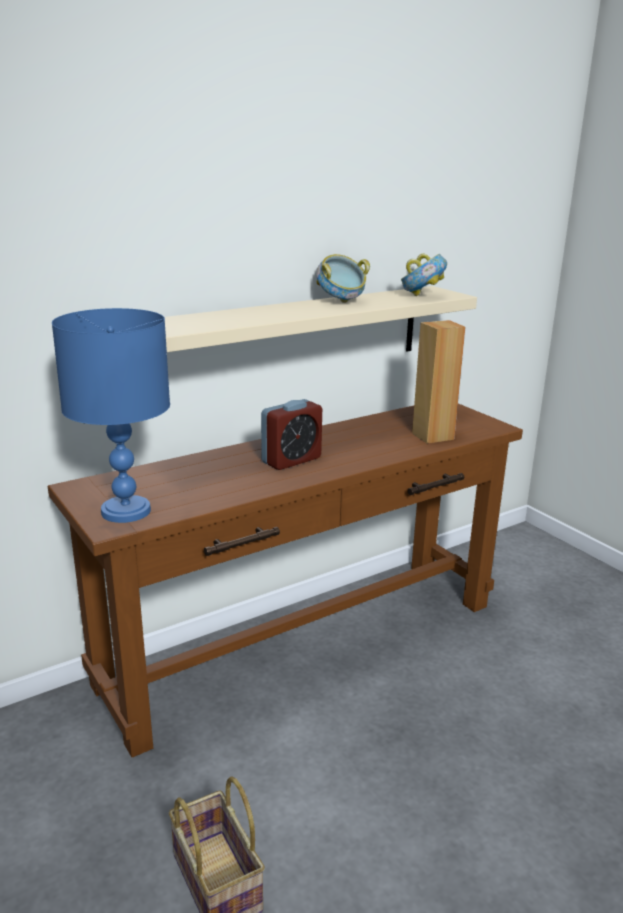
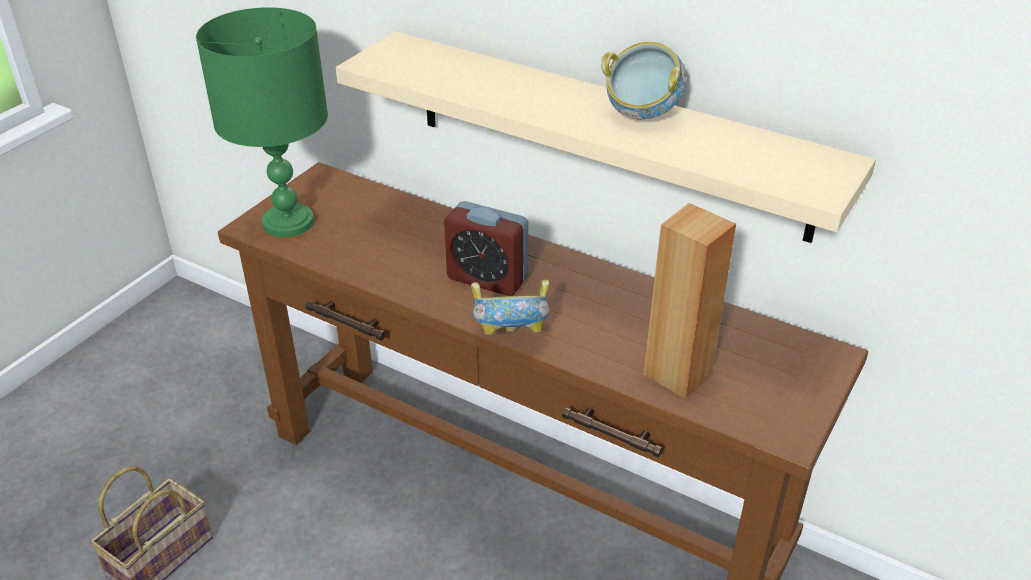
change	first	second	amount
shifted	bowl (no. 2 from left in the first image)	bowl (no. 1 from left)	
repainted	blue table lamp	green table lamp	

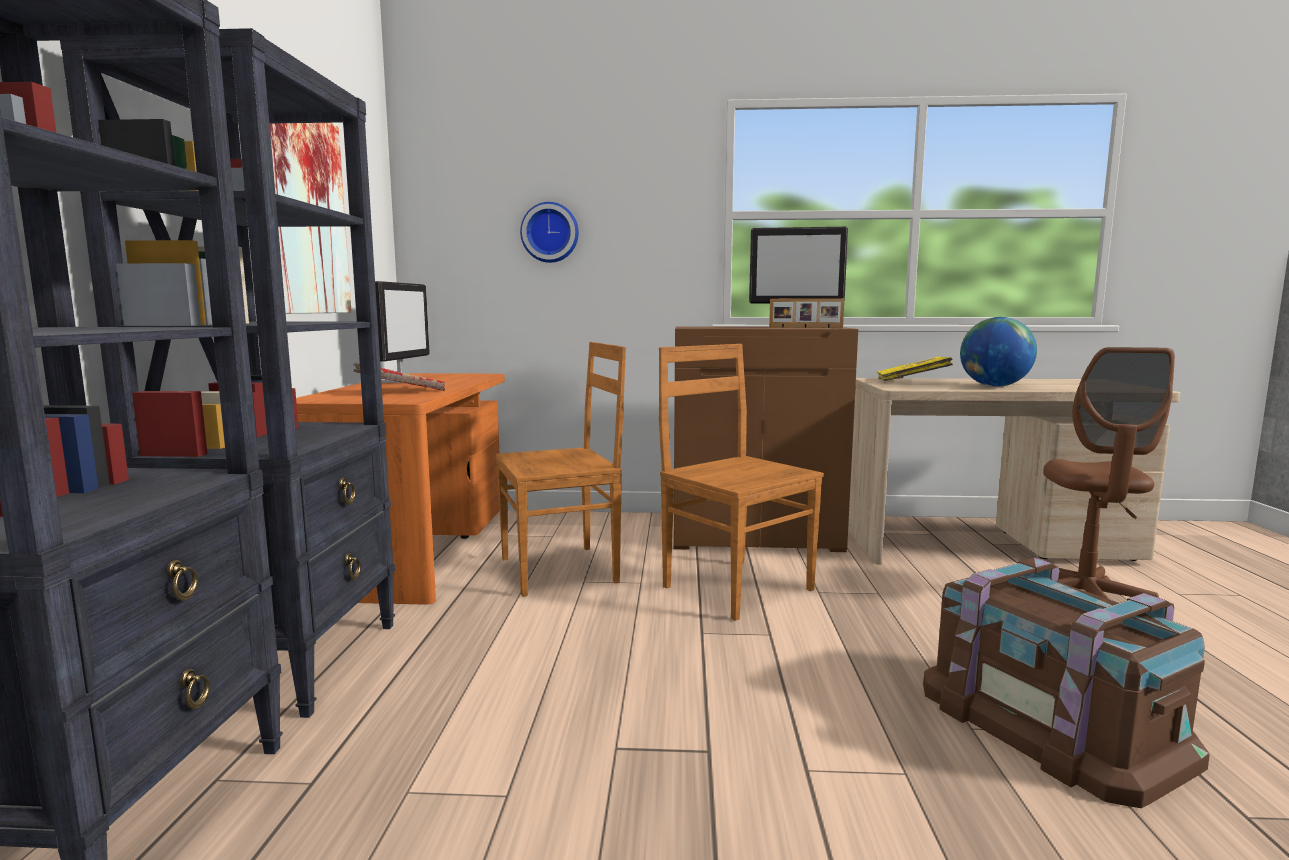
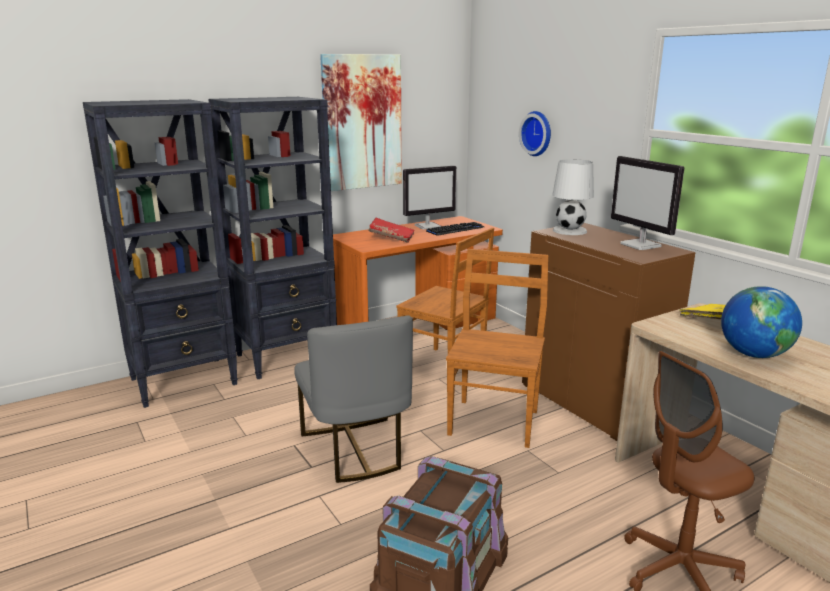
change	first	second	amount
gone	picture frame		
new		grey chair	
new		keyboard	
new		white table lamp	

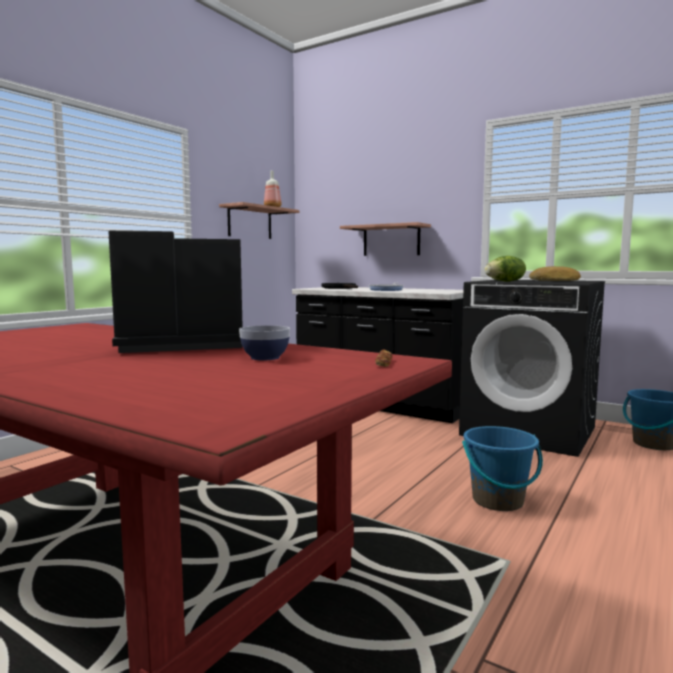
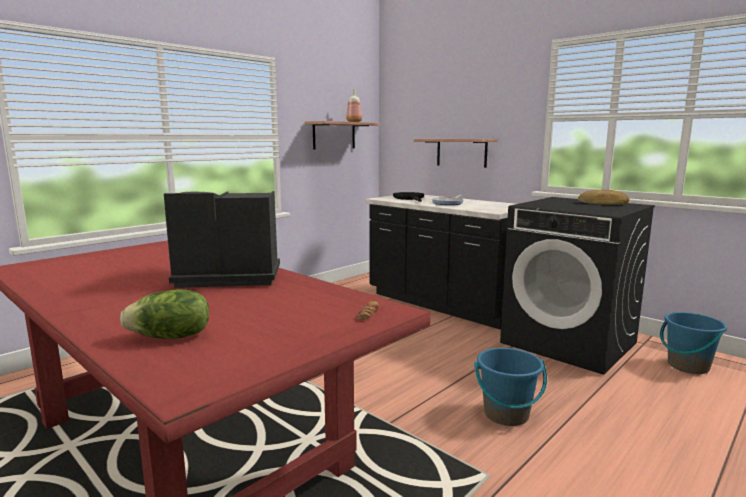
change	first	second	amount
gone	bowl		
shifted	lettuce		

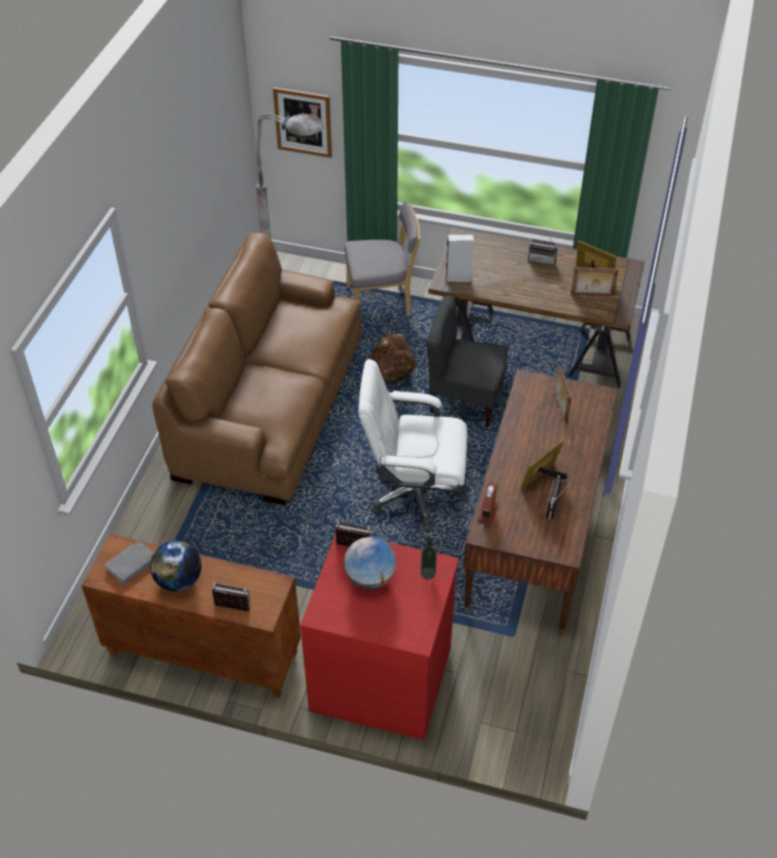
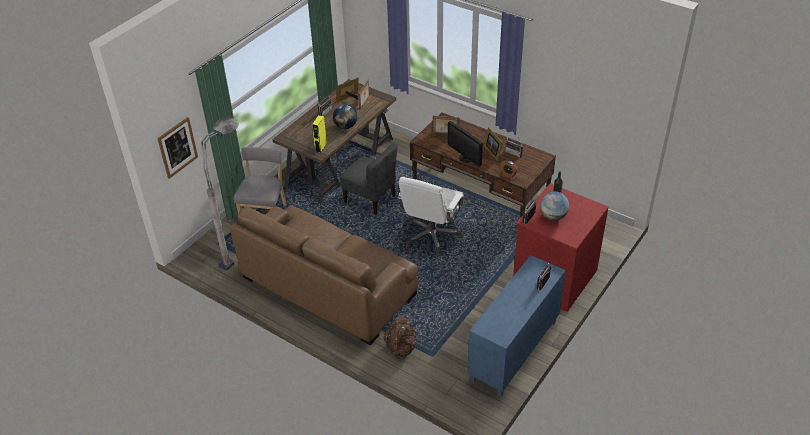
change	first	second	amount
gone	grey book		
new		monitor	
shifted	globe (no. 1 from left)		
shifted	brown backpack		
repainted	brown cabinet	blue cabinet	
repainted	grey speaker	yellow speaker	
rotated	grey chair (no. 2 from left)		90 degrees counterclockwise

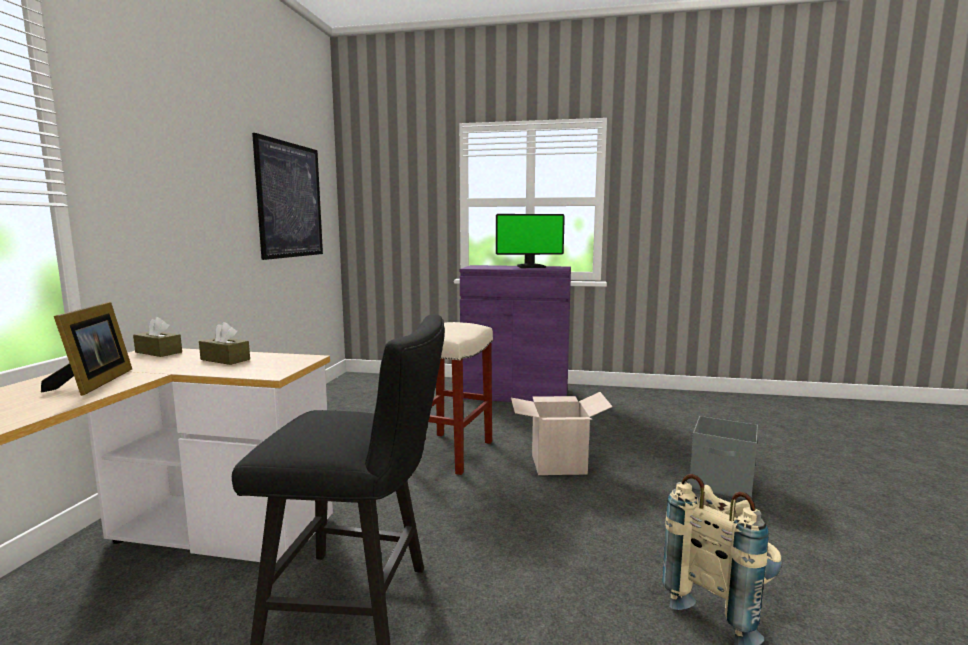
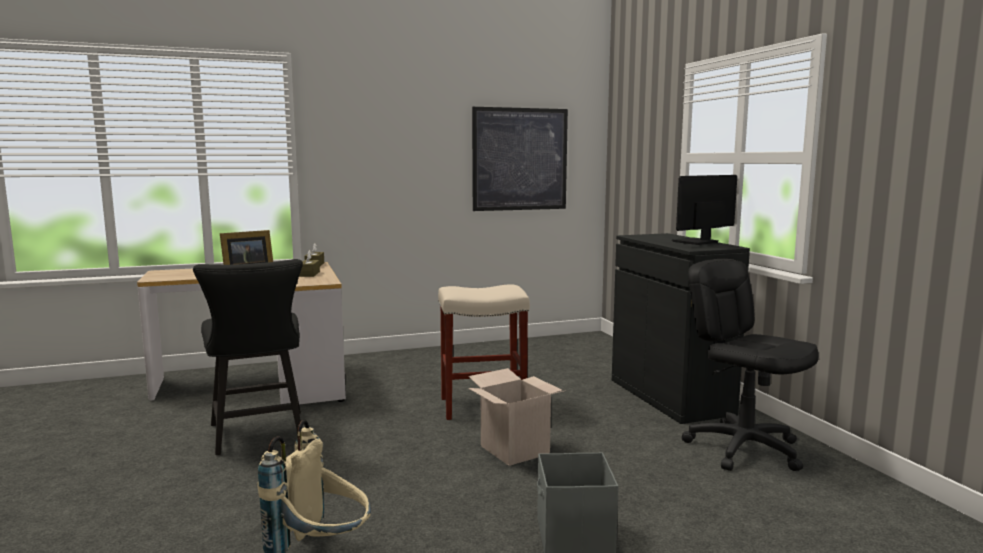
change	first	second	amount
new		black office chair	
repainted	purple cabinet	black cabinet	
rotated	monitor		90 degrees clockwise

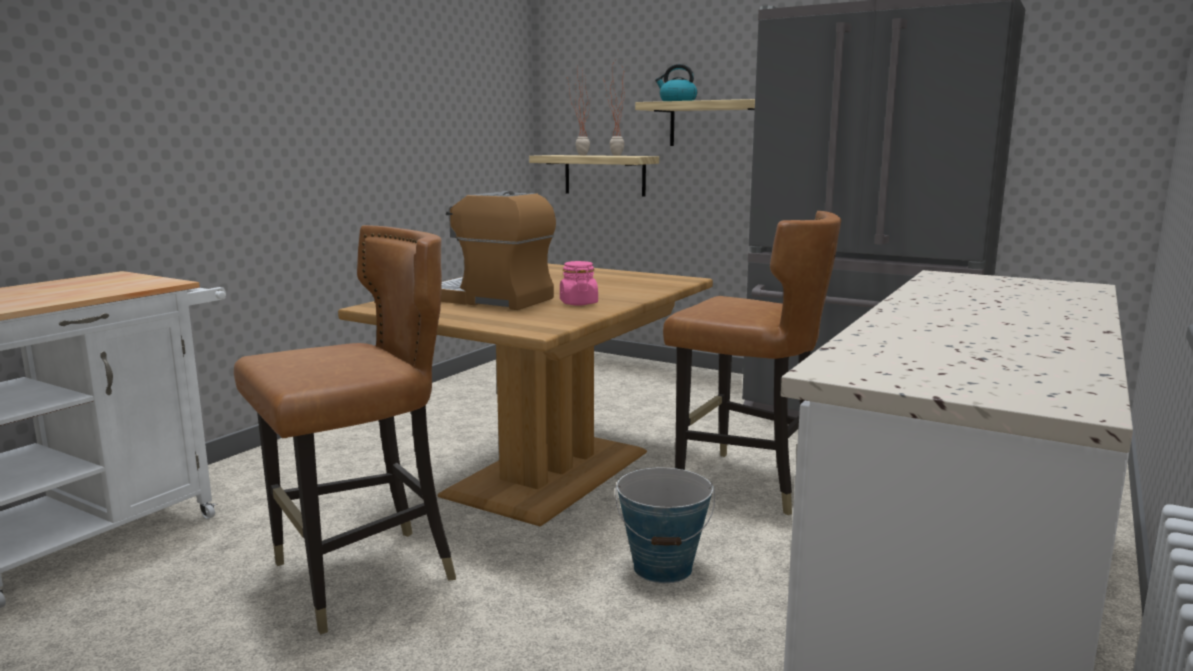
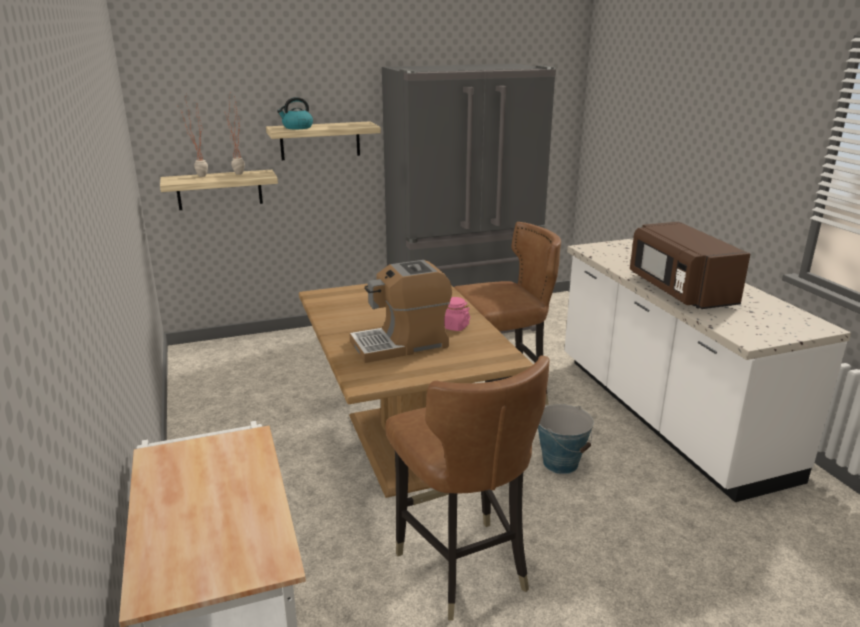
change	first	second	amount
new		brown microwave	
rotated	brown chair (no. 1 from left)		150 degrees clockwise

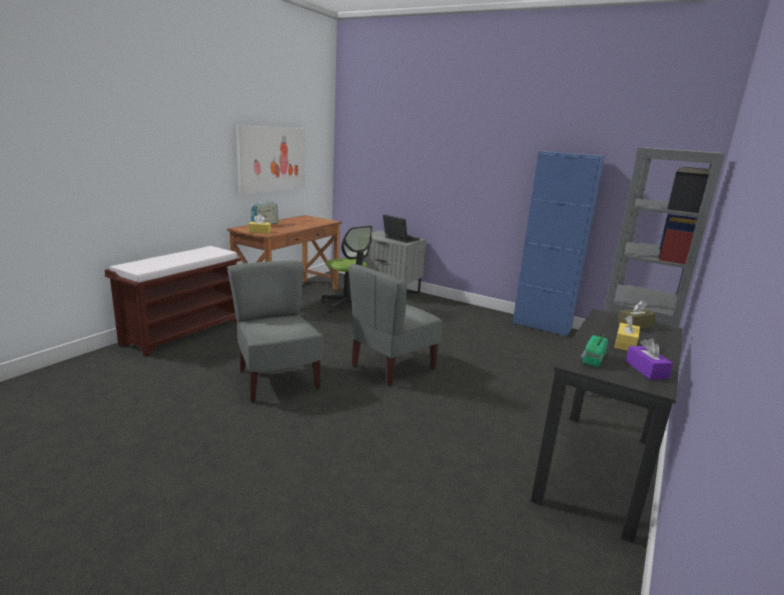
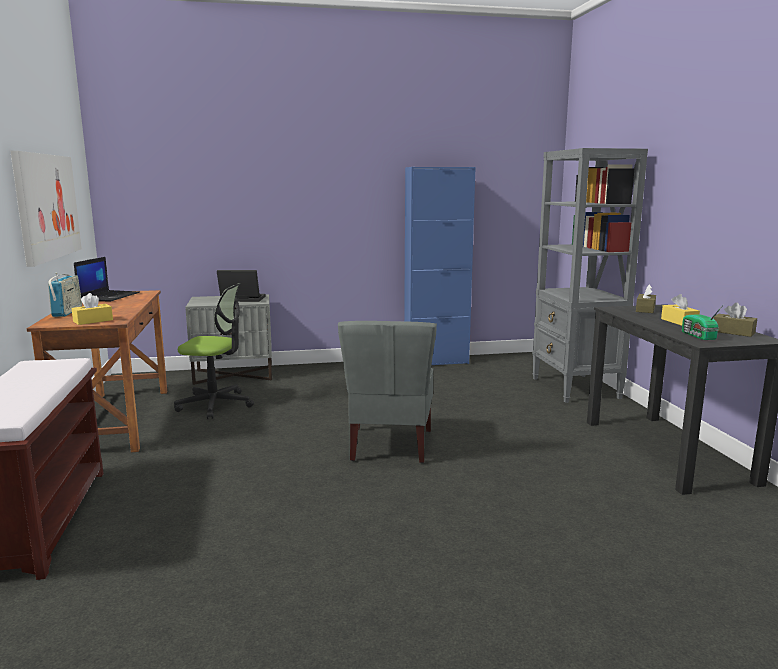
change	first	second	amount
gone	grey chair (no. 1 from left)		
new		laptop (no. 1 from left)	
repainted	purple tissue box	brown tissue box (no. 2 from left)	

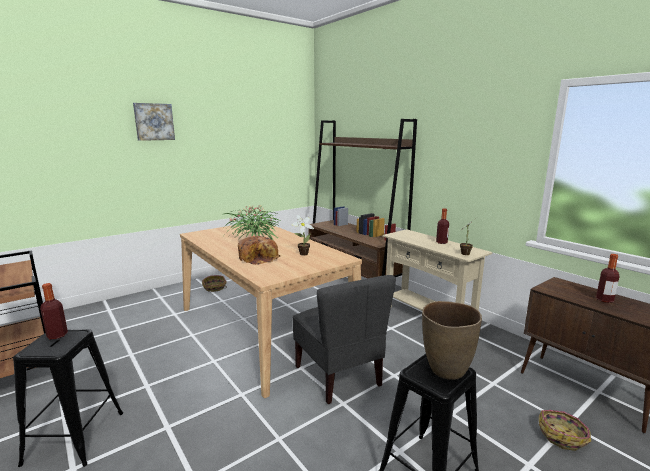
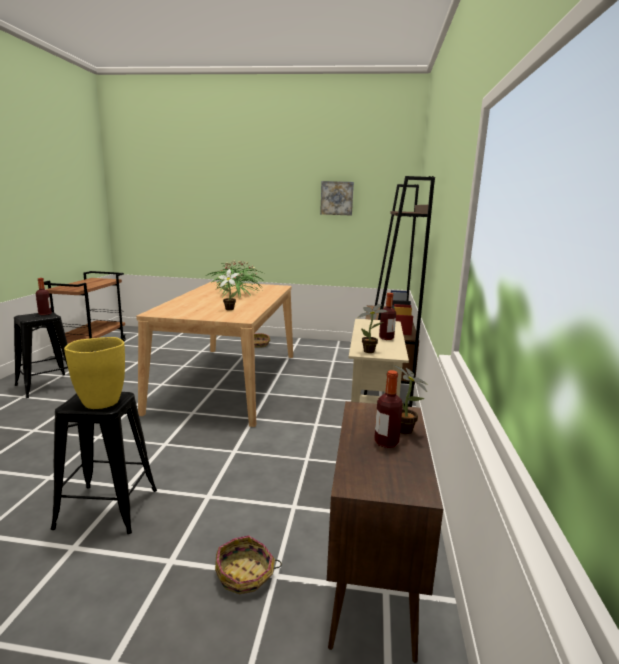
change	first	second	amount
gone	bread		
gone	grey chair		
new		potted plant (no. 4 from left)	
shifted	picture		
repainted	brown vase	yellow vase	

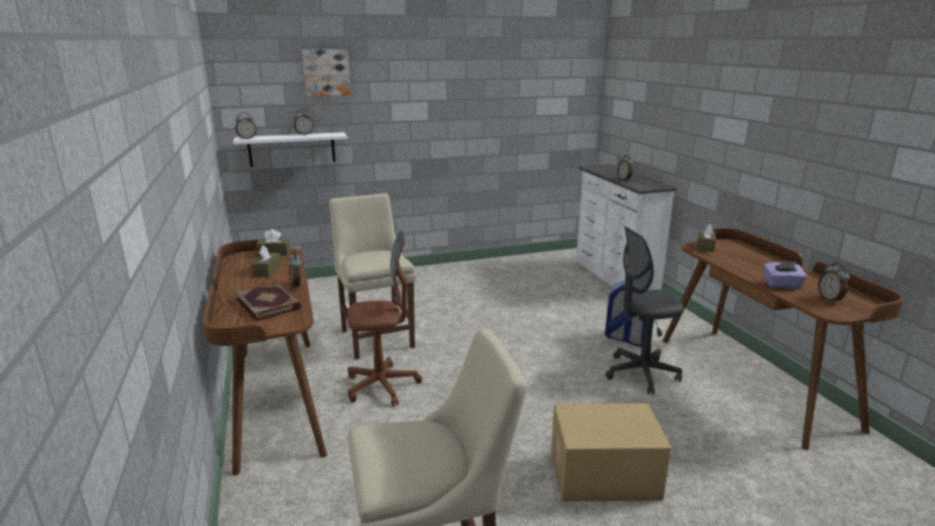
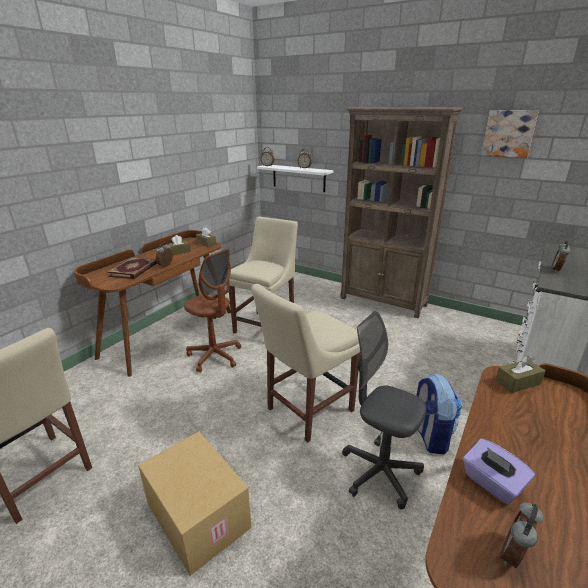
change	first	second	amount
new		beige chair (no. 3 from left)	
new		brown bookcase	
shifted	picture		

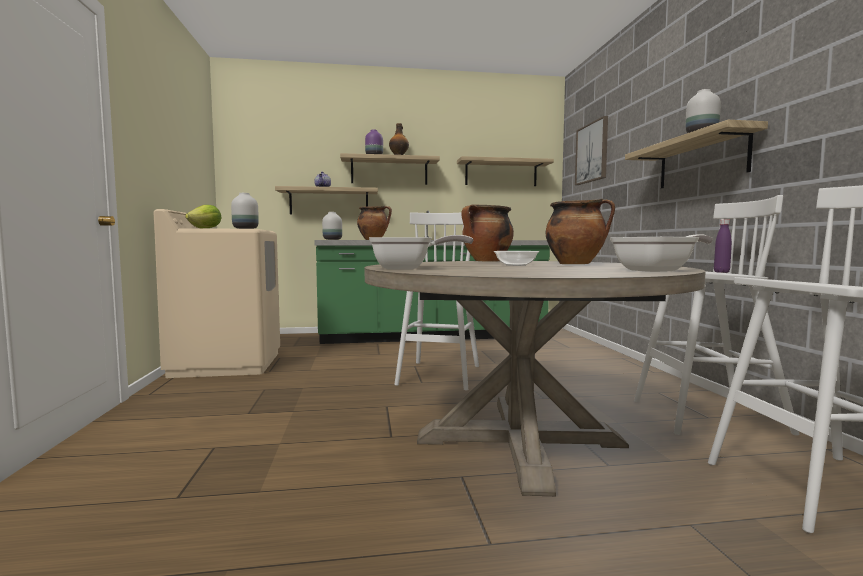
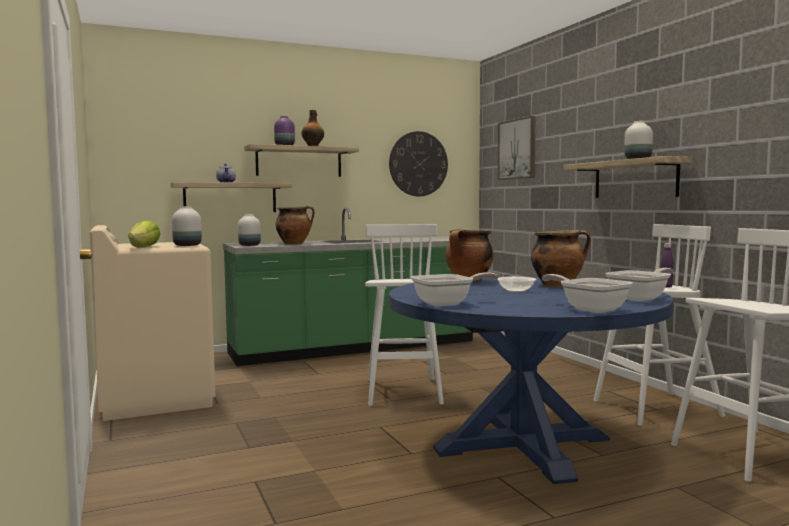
change	first	second	amount
new		frying pan (no. 2 from left)	
swapped	shelf (no. 3 from left)	wall clock	
repainted	beige dining table	blue dining table	

